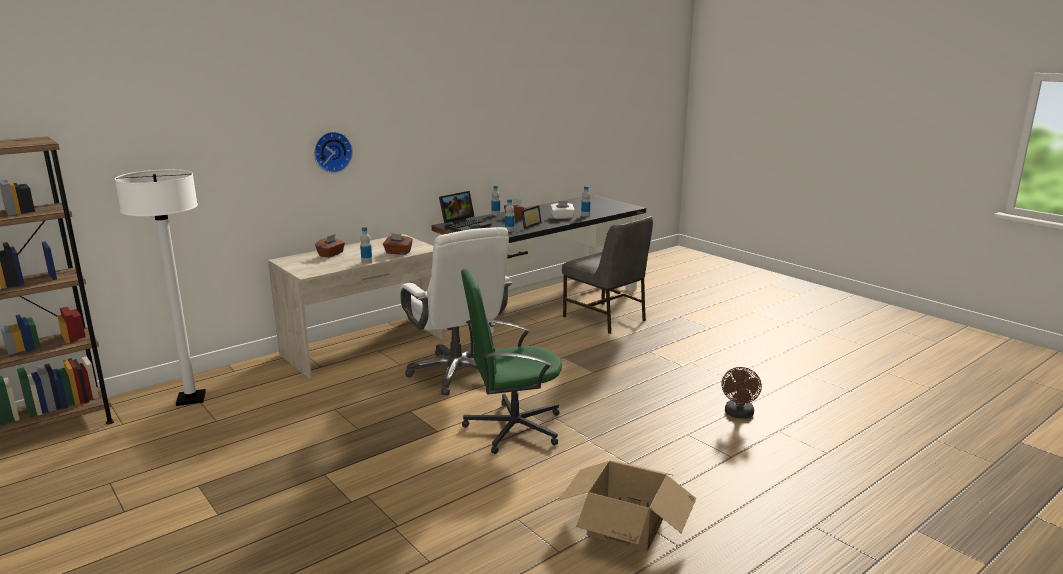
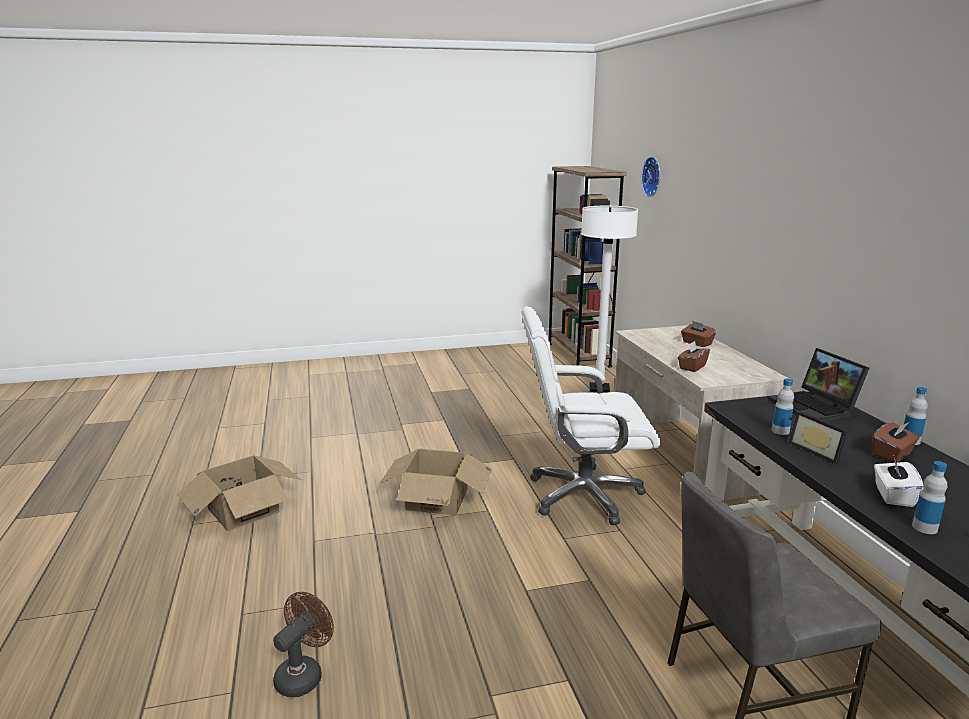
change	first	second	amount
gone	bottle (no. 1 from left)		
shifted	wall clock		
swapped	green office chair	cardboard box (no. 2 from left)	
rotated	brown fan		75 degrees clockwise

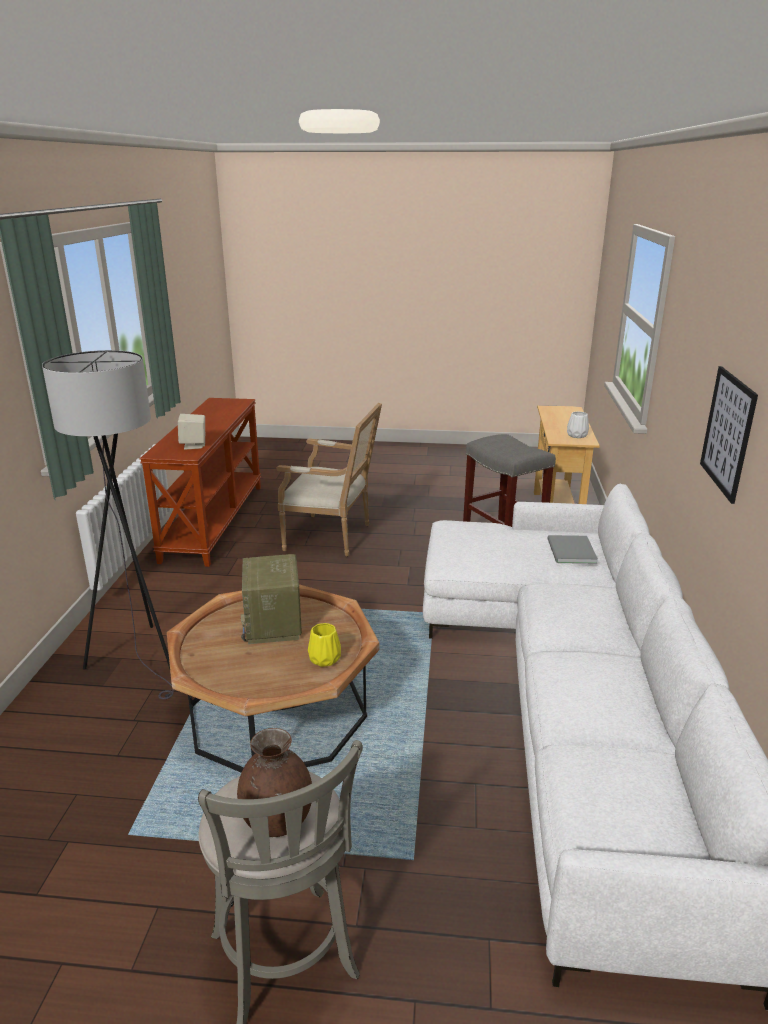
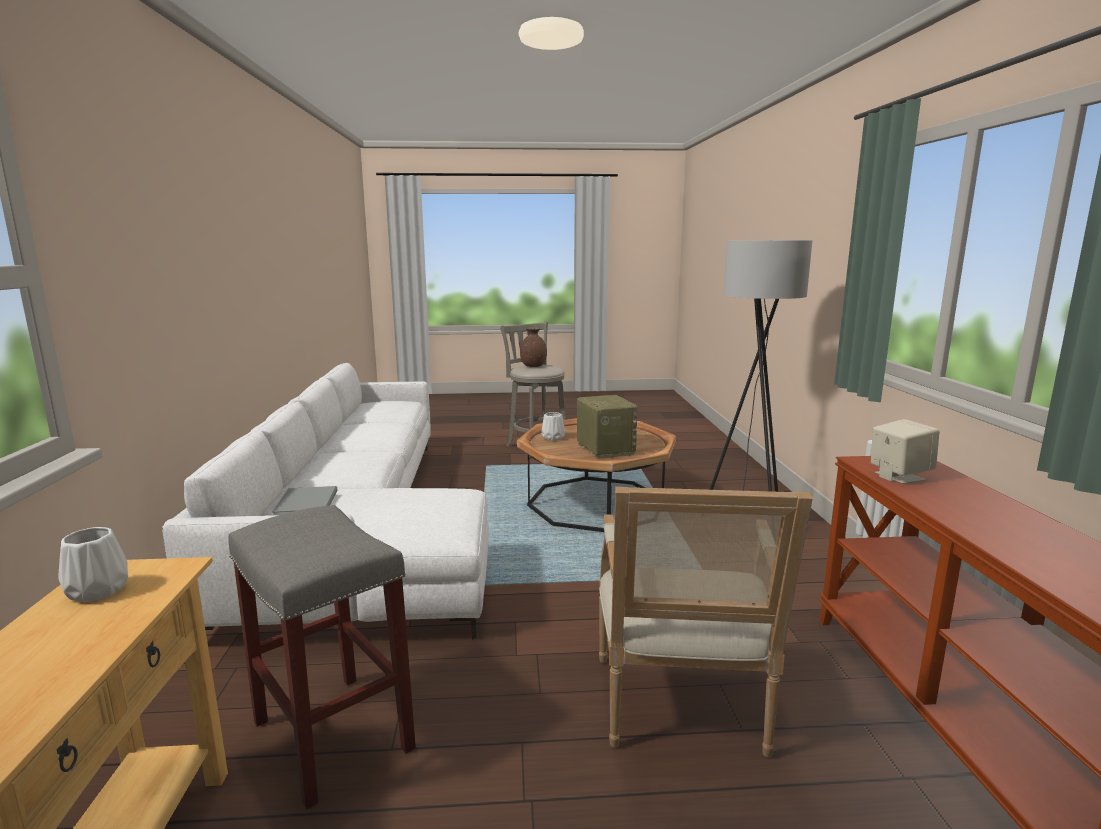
change	first	second	amount
gone	picture		
repainted	yellow vase	white vase (no. 2 from left)	
rotated	armchair		90 degrees counterclockwise

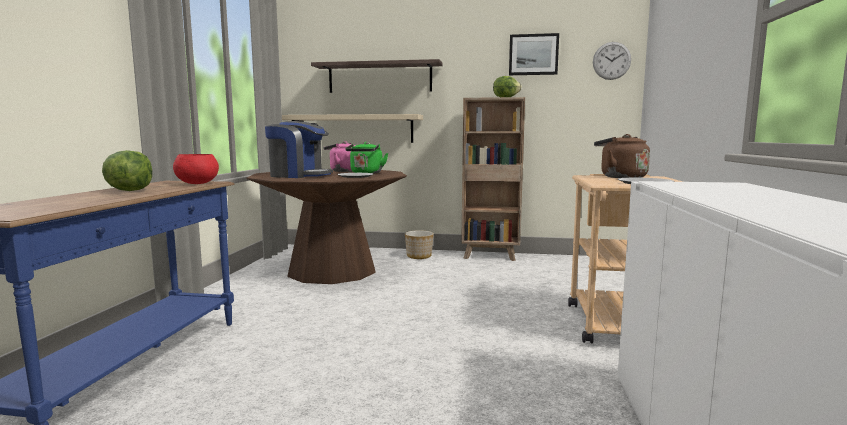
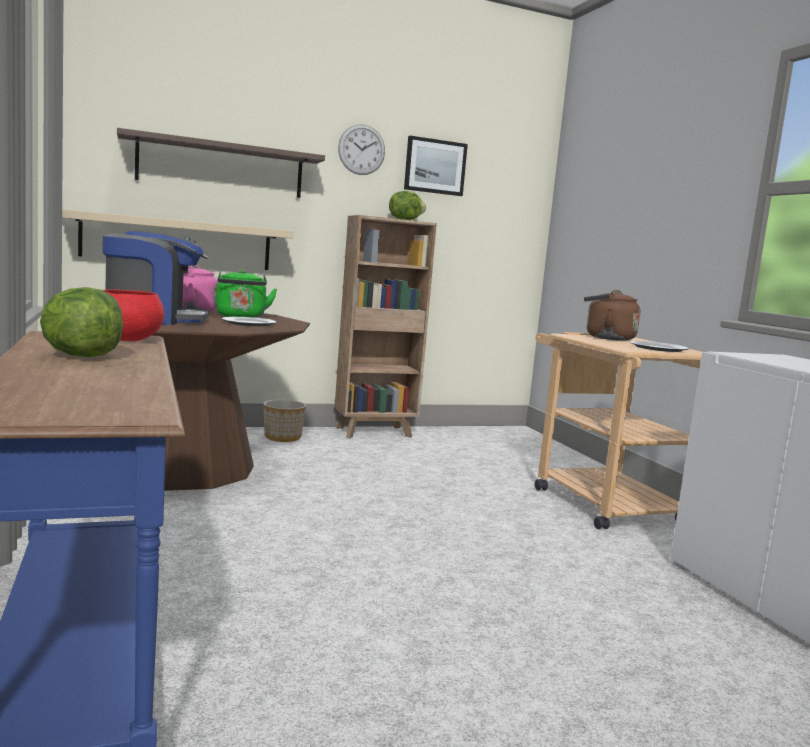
change	first	second	amount
shifted	wall clock		

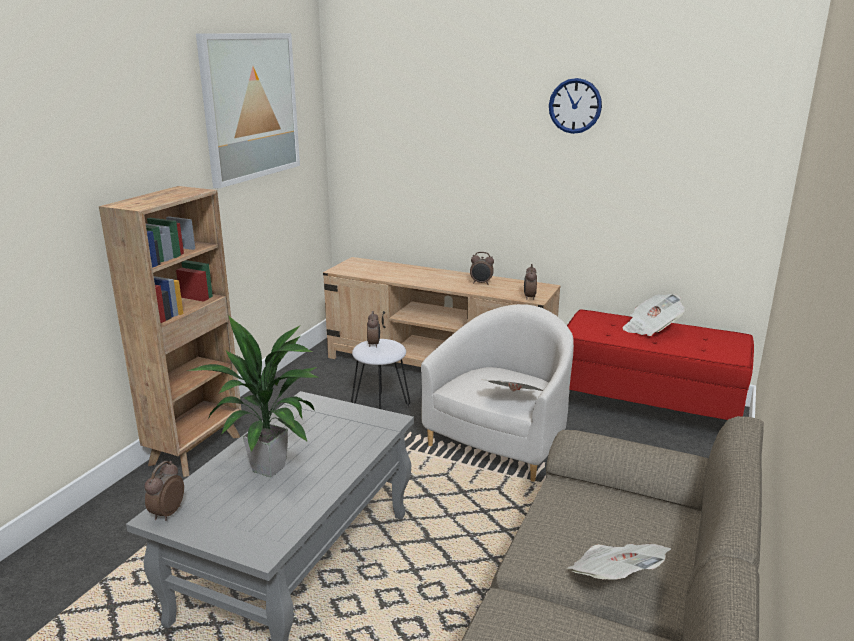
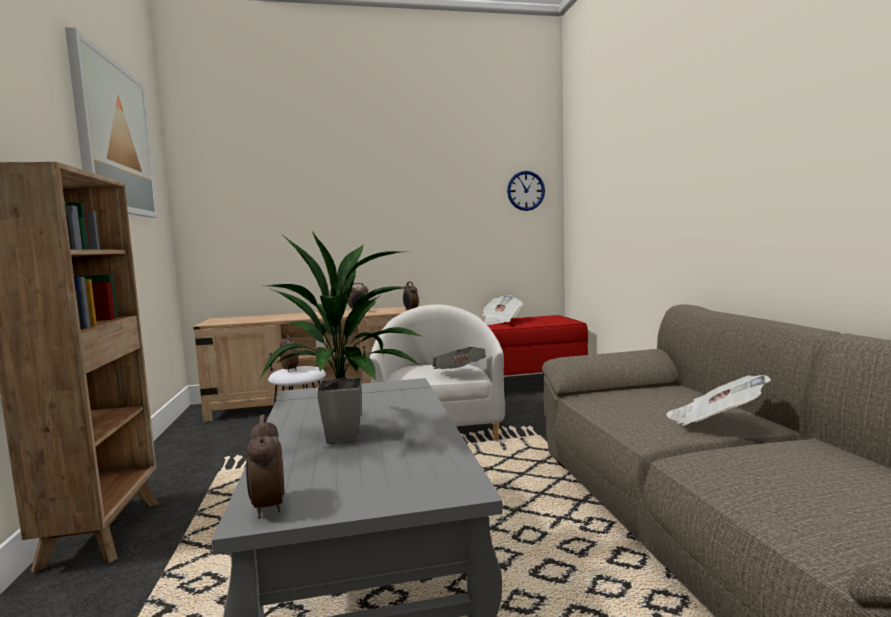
change	first	second	amount
shifted	wall clock		

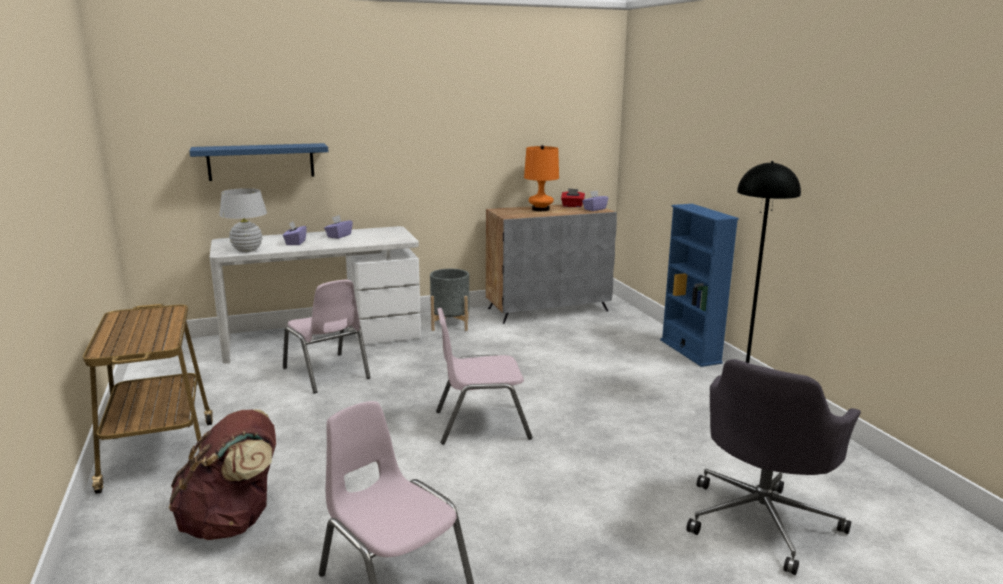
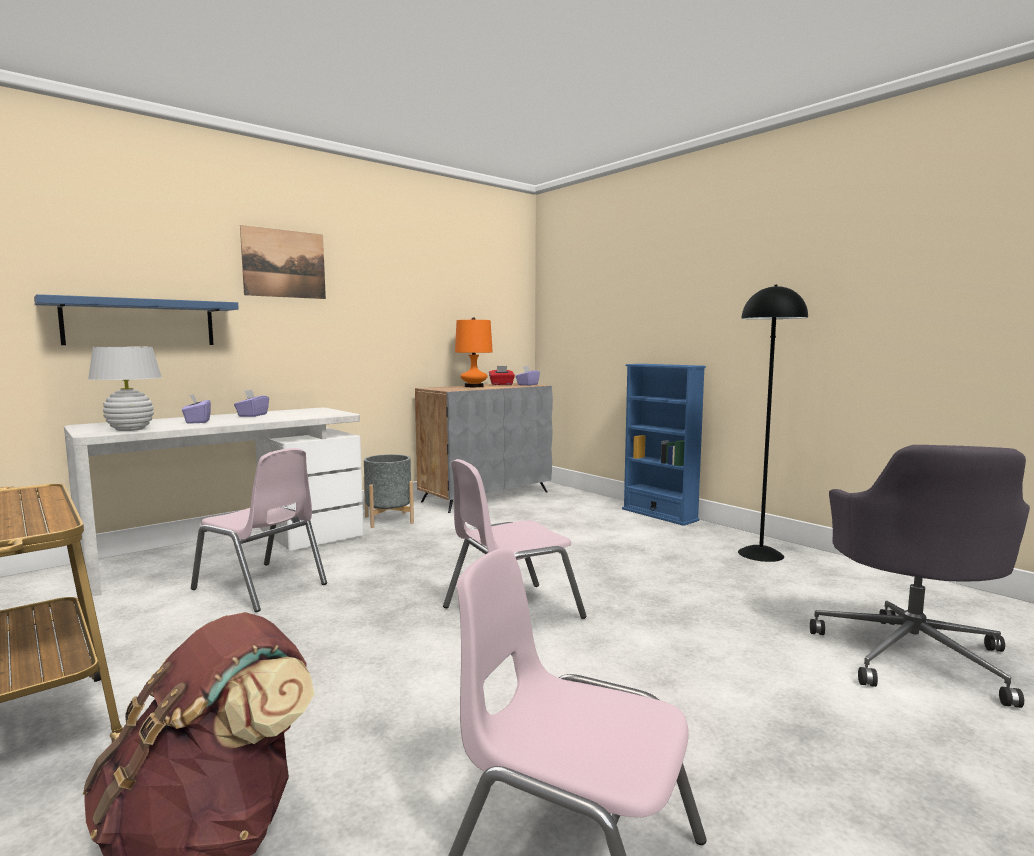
change	first	second	amount
new		picture	

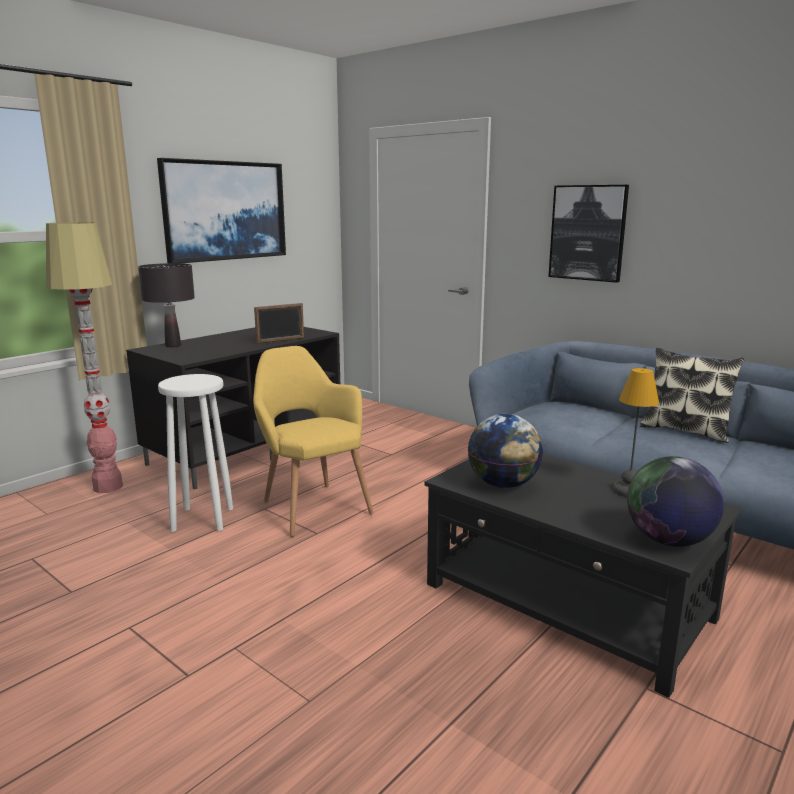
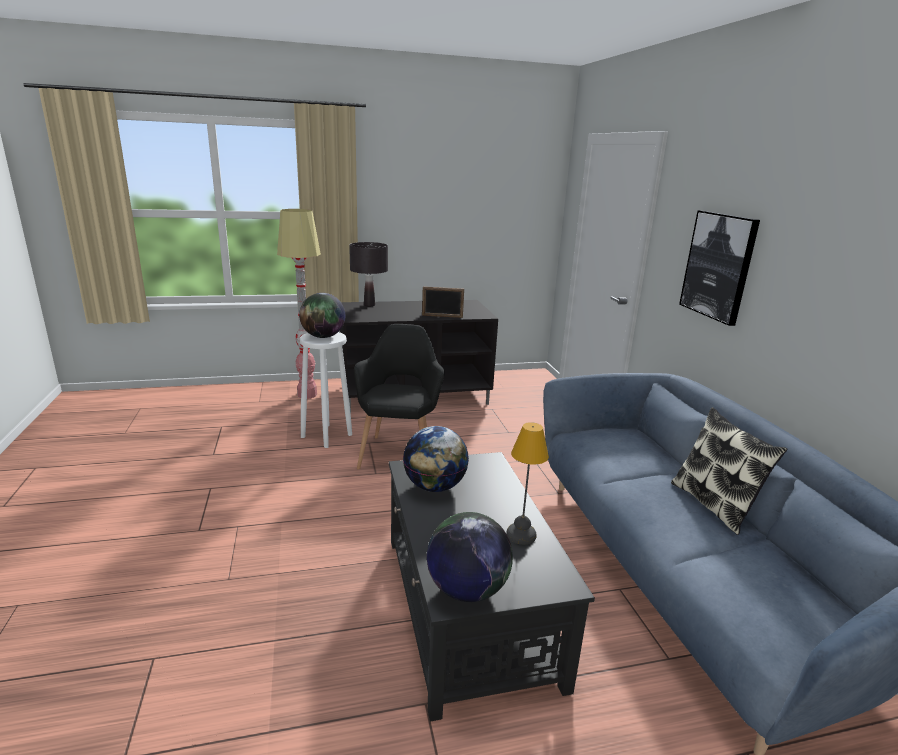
change	first	second	amount
gone	picture (no. 1 from left)		
new		globe (no. 1 from left)	
repainted	yellow armchair	black armchair	

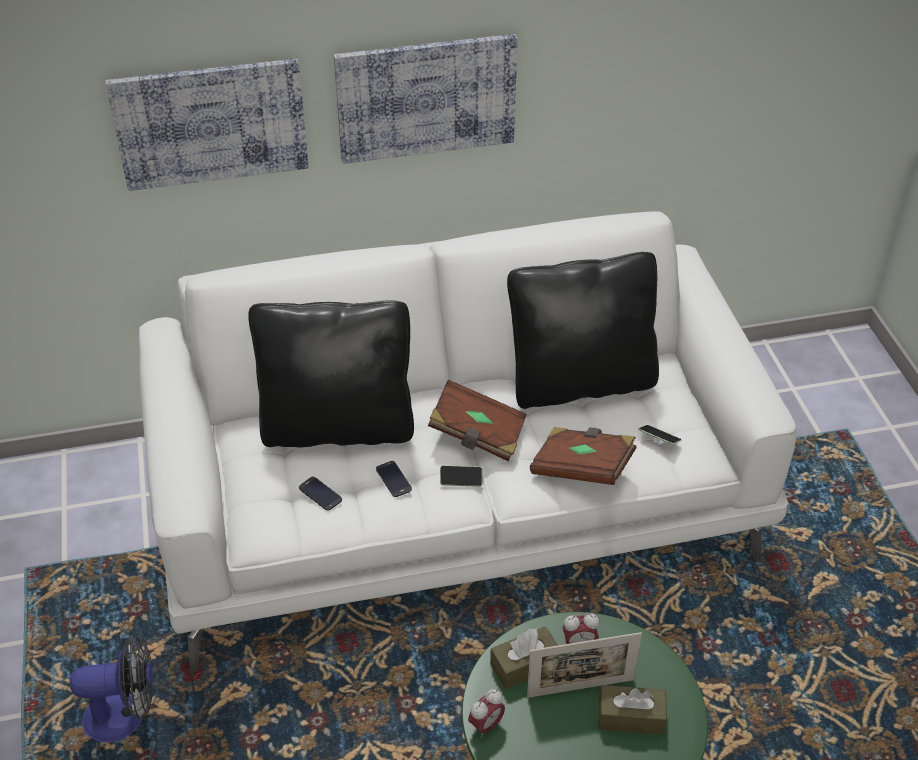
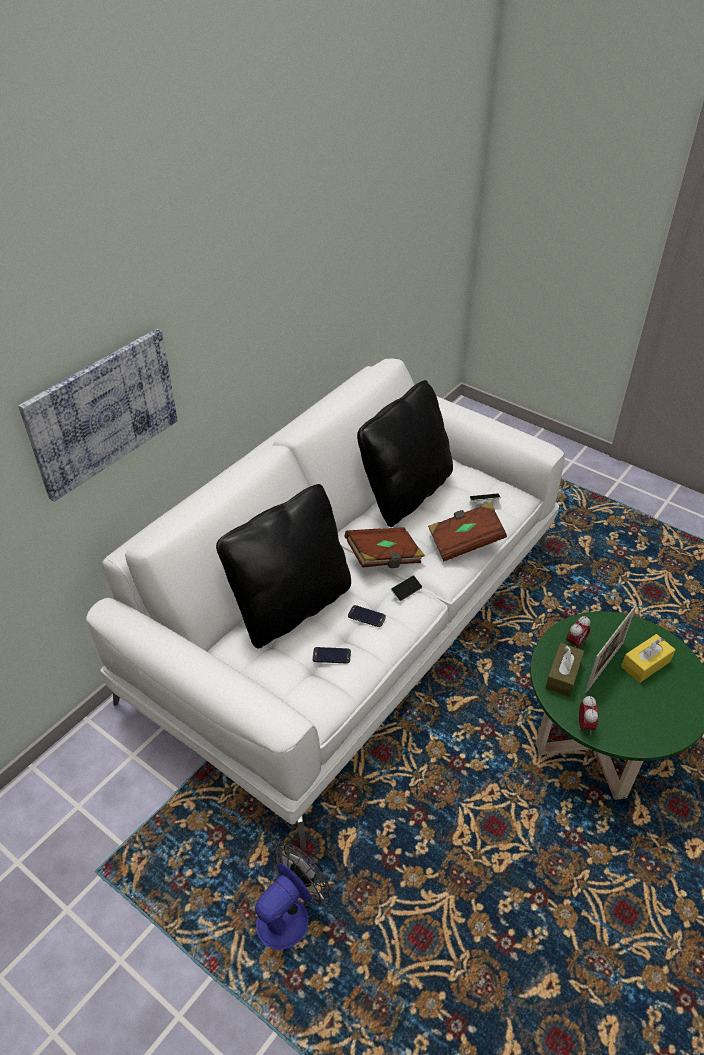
change	first	second	amount
gone	picture (no. 2 from left)		
repainted	brown tissue box (no. 2 from left)	yellow tissue box	

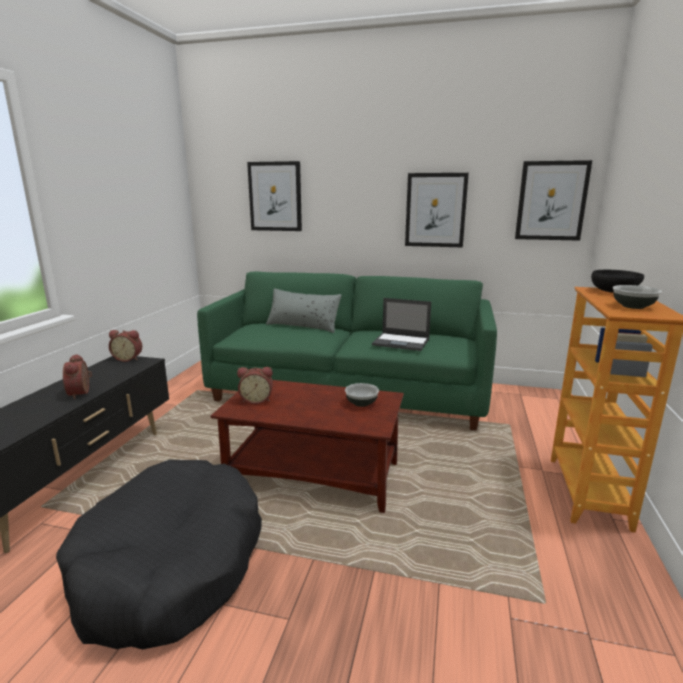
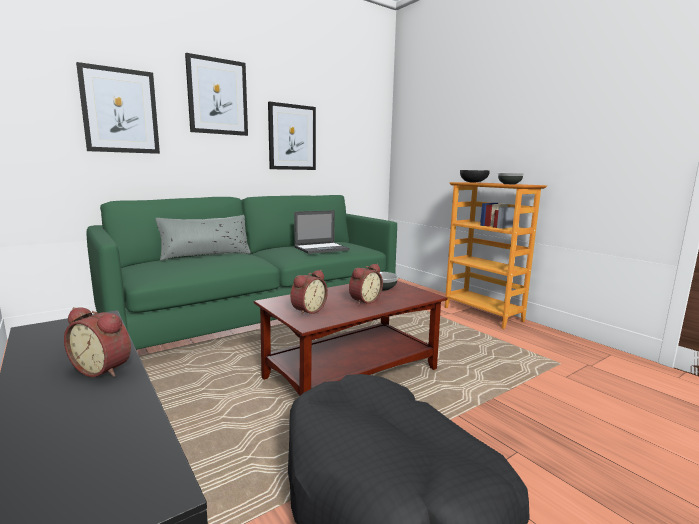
change	first	second	amount
shifted	alarm clock (no. 2 from left in the first image)	alarm clock (no. 3 from left)	
shifted	picture (no. 3 from left in the first image)	picture (no. 2 from left)	

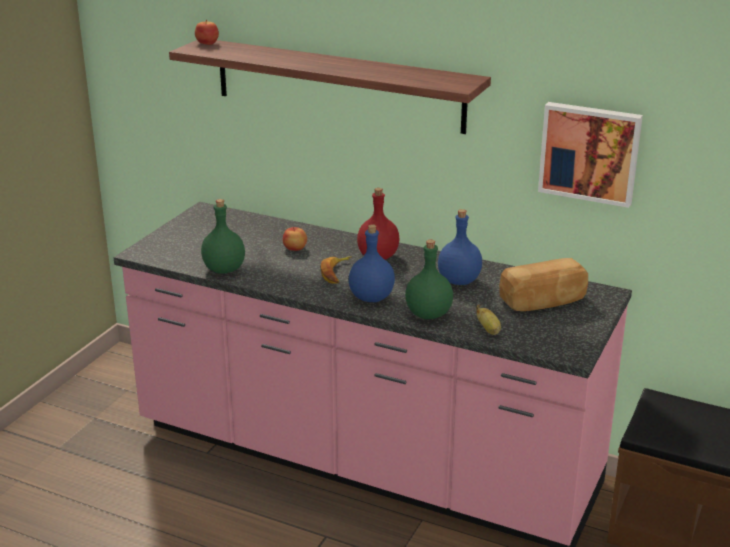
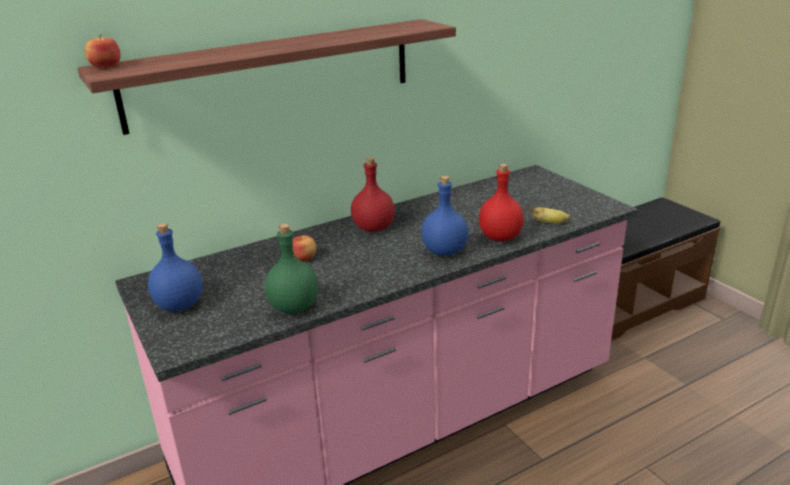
change	first	second	amount
gone	banana (no. 1 from left)		
gone	bread		
gone	picture		
shifted	blue bottle (no. 2 from left in the first image)	blue bottle (no. 1 from left)	
repainted	green bottle (no. 2 from left)	red bottle (no. 2 from left)	

